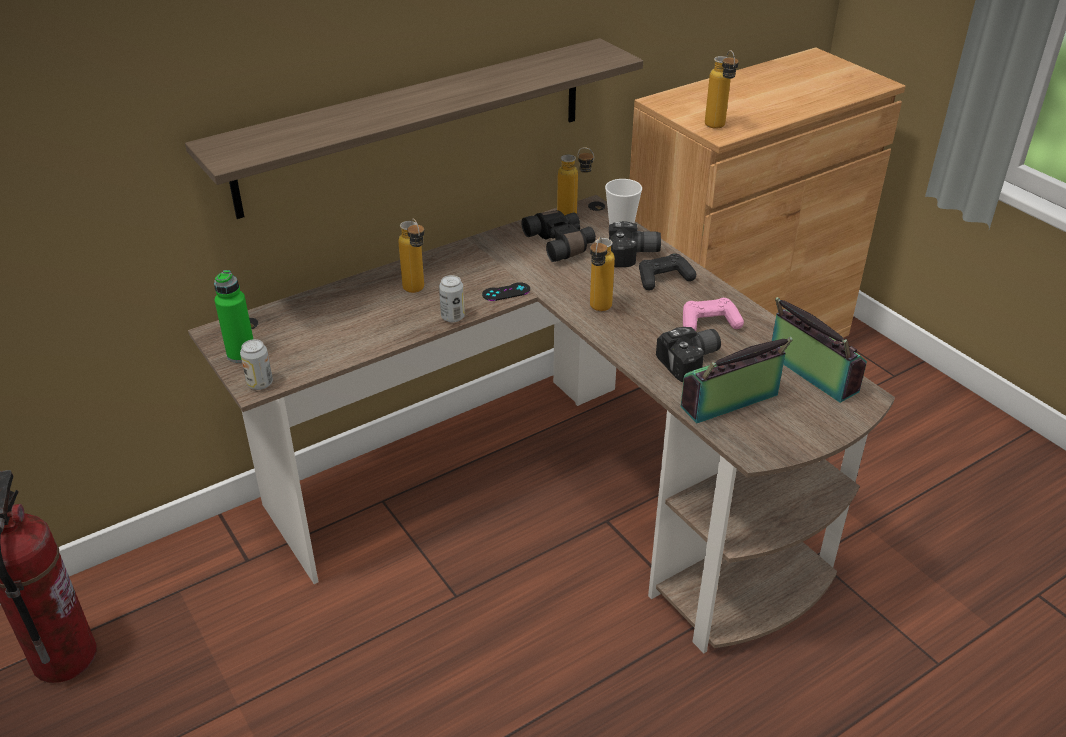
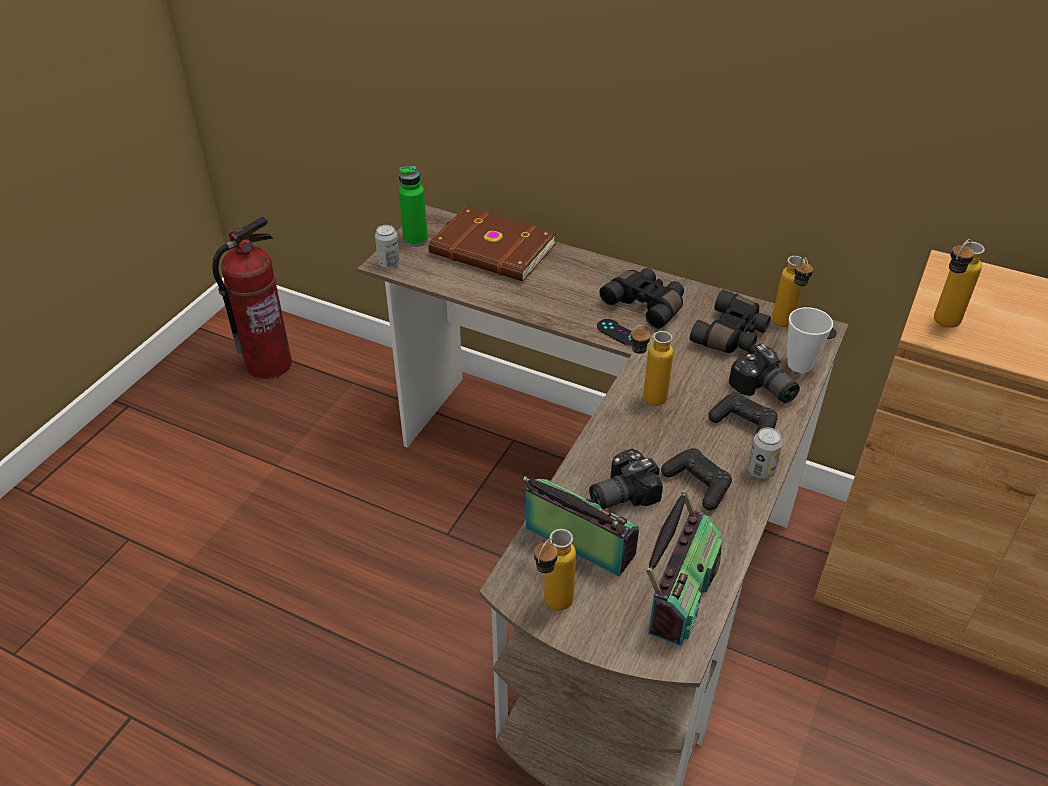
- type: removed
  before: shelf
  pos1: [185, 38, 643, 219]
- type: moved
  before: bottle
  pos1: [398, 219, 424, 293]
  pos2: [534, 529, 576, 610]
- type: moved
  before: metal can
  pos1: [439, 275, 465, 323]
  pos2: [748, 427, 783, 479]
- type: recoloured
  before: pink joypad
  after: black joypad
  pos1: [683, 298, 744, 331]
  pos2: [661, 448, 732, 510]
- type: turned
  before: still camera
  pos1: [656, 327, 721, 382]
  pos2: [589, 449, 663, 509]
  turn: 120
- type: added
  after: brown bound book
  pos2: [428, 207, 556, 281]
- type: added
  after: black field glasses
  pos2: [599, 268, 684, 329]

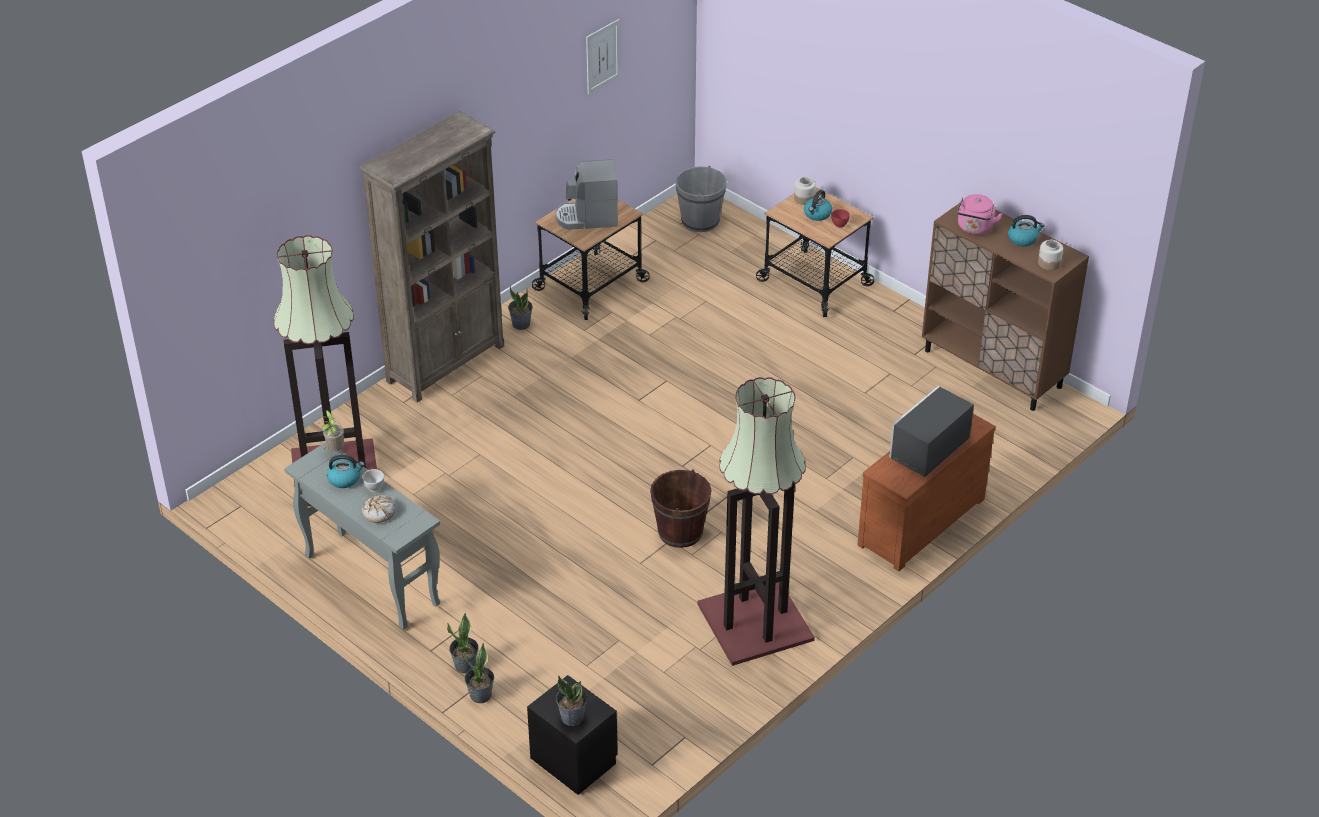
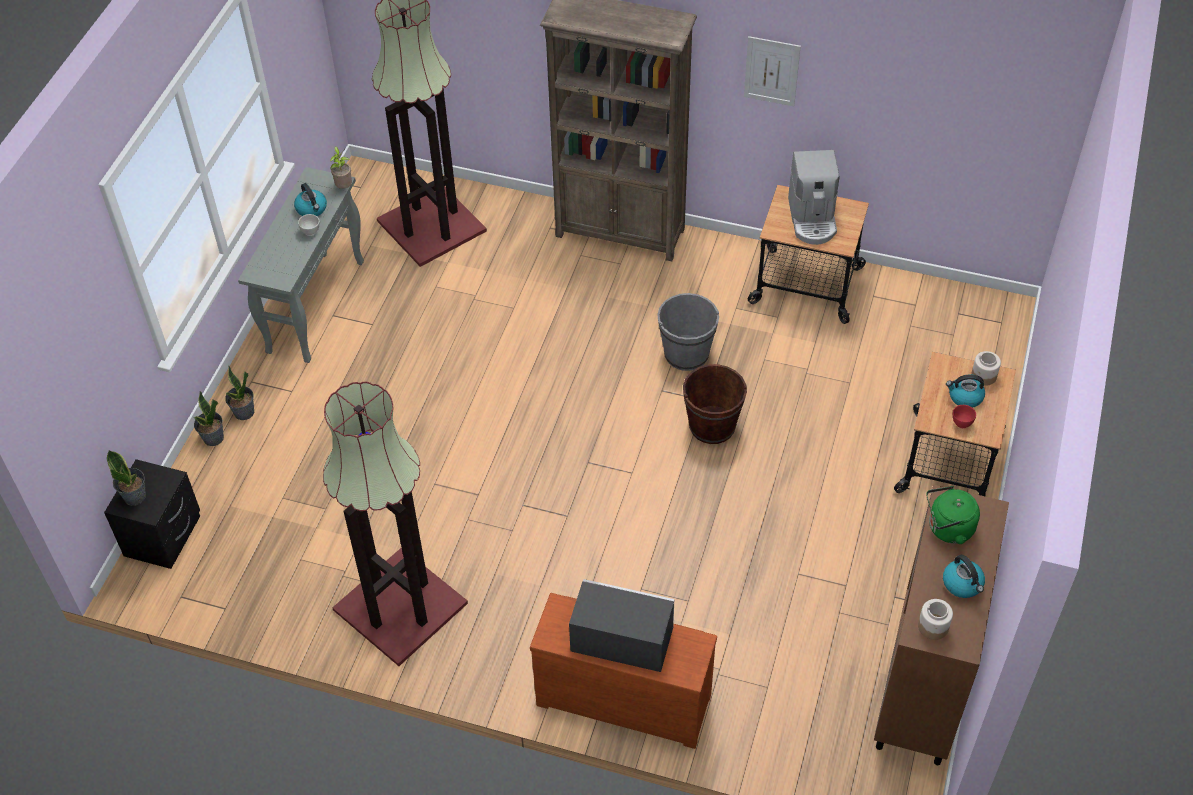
- type: moved
  before: wall picture
  pos1: [586, 19, 620, 94]
  pos2: [744, 36, 801, 106]
- type: turned
  before: coffee maker
  pos1: [555, 159, 618, 230]
  pos2: [788, 150, 839, 245]
  turn: -150
- type: moved
  before: grey water bucket
  pos1: [675, 165, 727, 232]
  pos2: [657, 293, 719, 371]
- type: recoloured
  before: pink tea kettle
  after: green tea kettle
  pos1: [957, 194, 1003, 235]
  pos2: [926, 486, 980, 544]
- type: removed
  before: houseplant
  pos1: [508, 286, 533, 330]
- type: moved
  before: brown water bucket
  pos1: [650, 470, 711, 548]
  pos2: [683, 364, 747, 444]
- type: removed
  before: baked bread
  pos1: [362, 495, 396, 523]

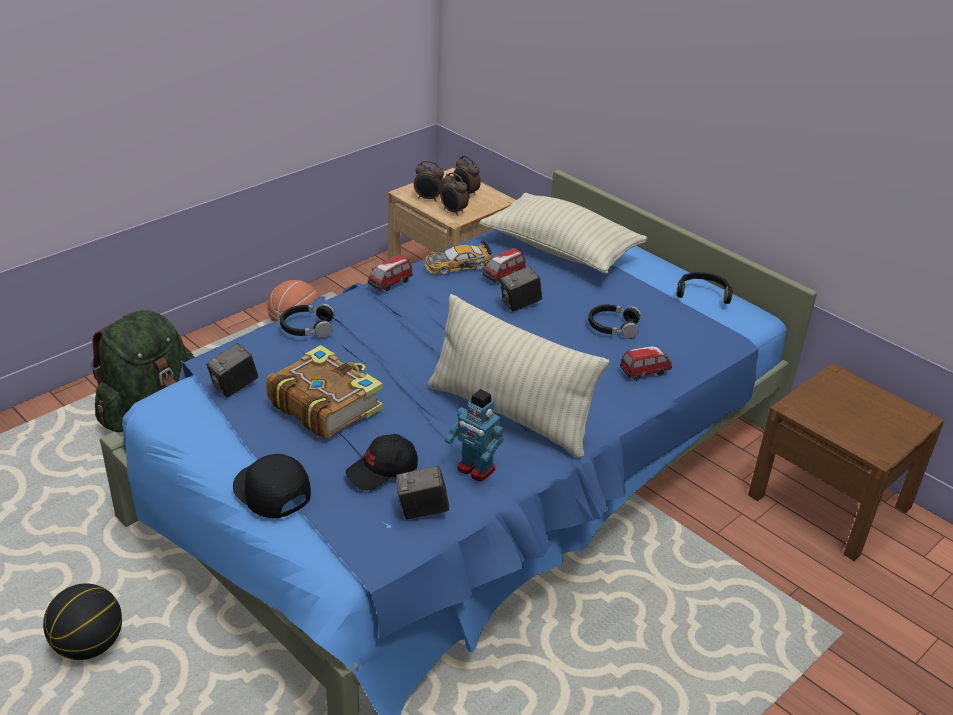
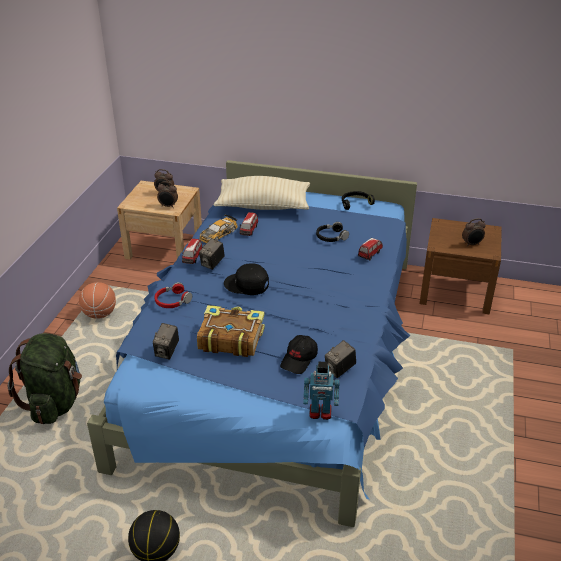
- type: moved
  before: alarm clock
  pos1: [414, 160, 444, 202]
  pos2: [462, 218, 486, 247]
- type: moved
  before: still camera
  pos1: [500, 266, 542, 312]
  pos2: [199, 238, 225, 270]
- type: removed
  before: sand-coloured pillow
  pos1: [428, 294, 609, 458]
- type: recoloured
  before: black headset
  after: red-coloured headset
  pos1: [280, 304, 335, 338]
  pos2: [154, 282, 192, 308]
- type: moved
  before: model robot
  pos1: [445, 389, 504, 481]
  pos2: [303, 362, 340, 420]
- type: moved
  before: black cap
  pos1: [233, 454, 311, 518]
  pos2: [224, 263, 269, 295]

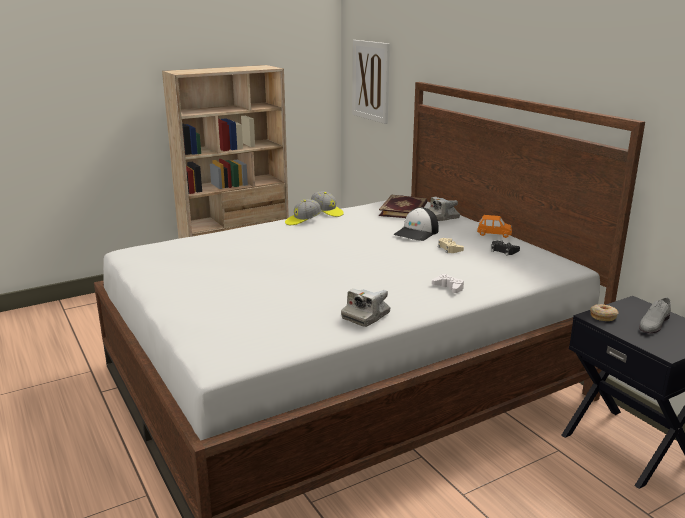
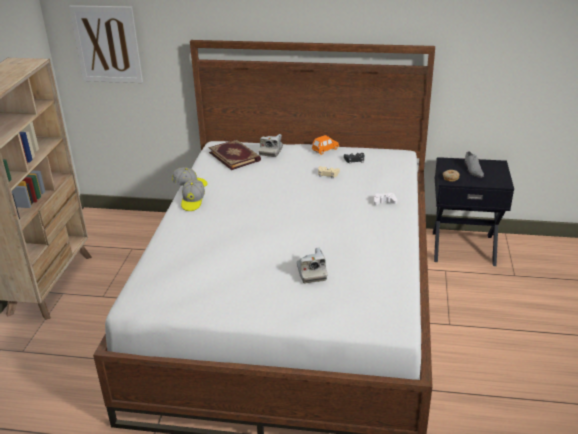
- type: removed
  before: cap
  pos1: [394, 207, 439, 241]
- type: moved
  before: still camera
  pos1: [341, 289, 391, 327]
  pos2: [297, 248, 327, 283]

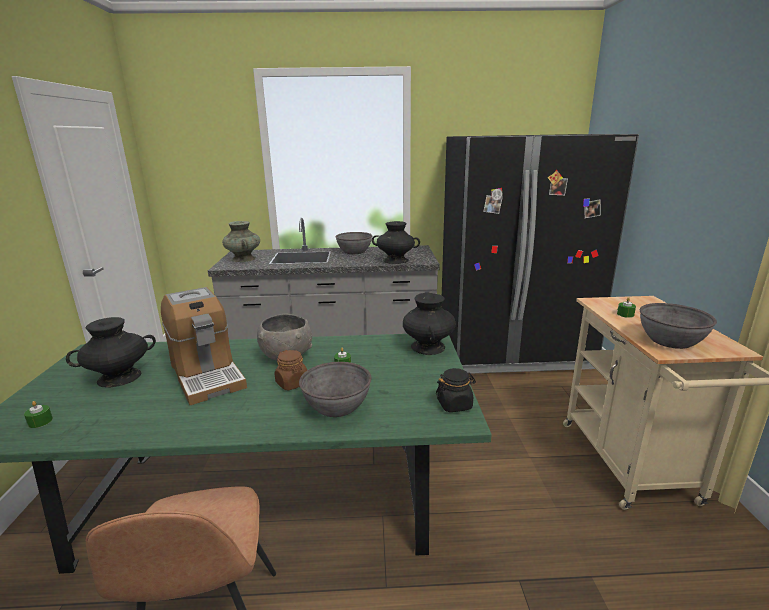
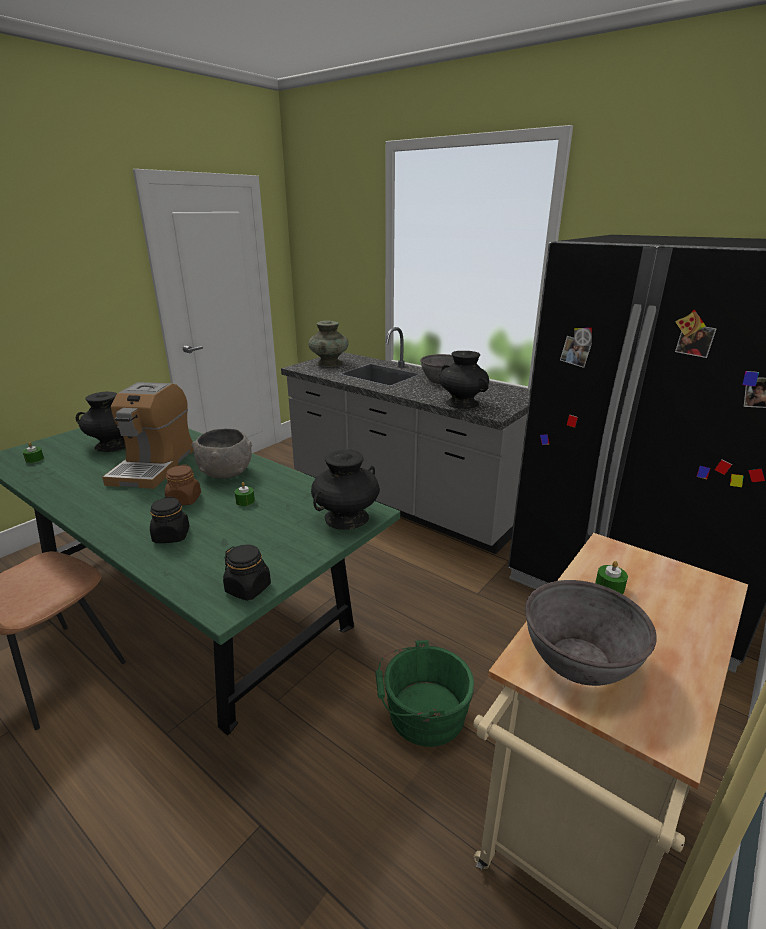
- type: replaced
  before: grey bowl
  after: black jar
  pos1: [299, 362, 371, 417]
  pos2: [150, 497, 190, 543]
- type: added
  after: green water bucket
  pos2: [375, 640, 474, 747]

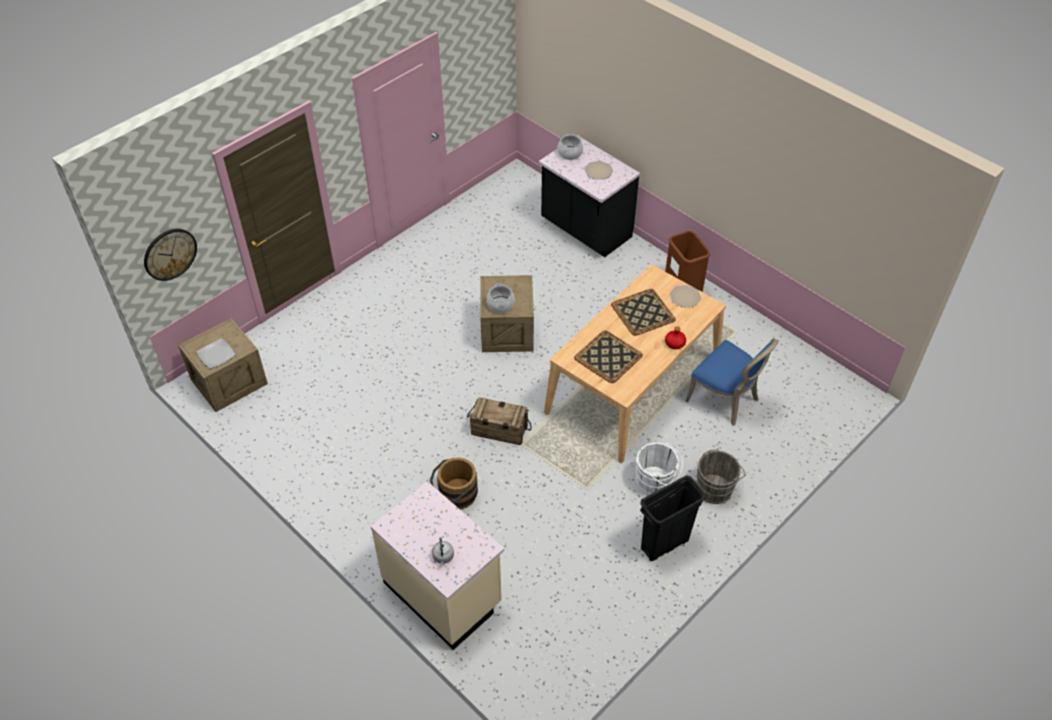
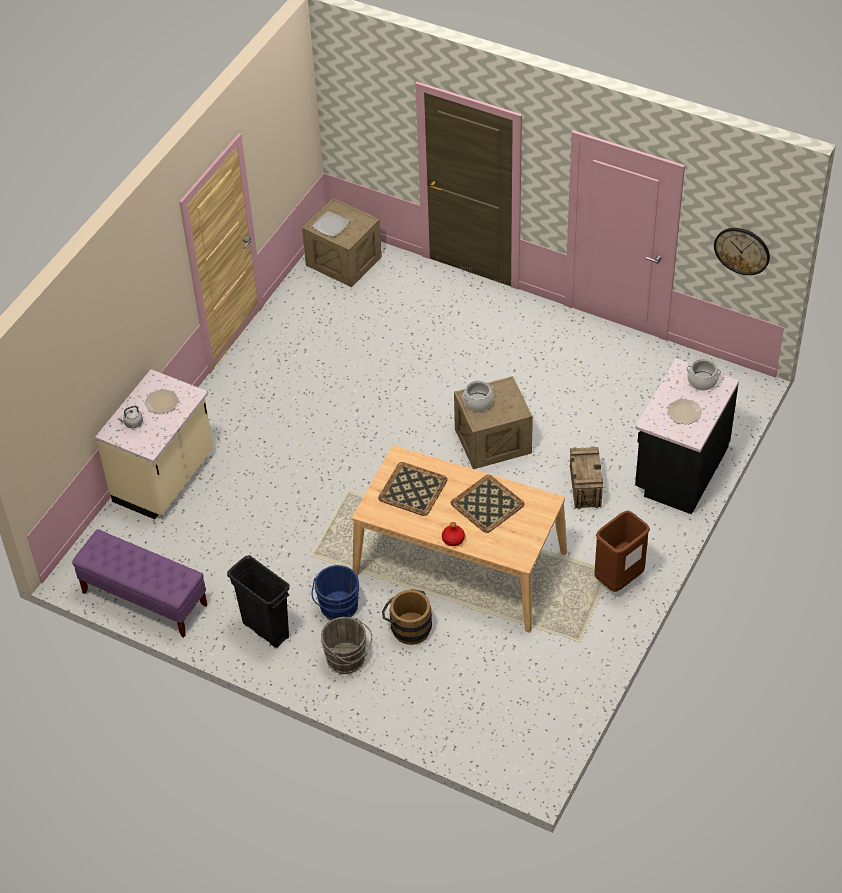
- type: moved
  before: hanging clock
  pos1: [144, 229, 197, 281]
  pos2: [714, 228, 770, 275]
- type: moved
  before: dinner plate
  pos1: [670, 285, 701, 308]
  pos2: [144, 389, 179, 415]
- type: removed
  before: blue plain chair
  pos1: [685, 338, 779, 426]
- type: moved
  before: shipping crate
  pos1: [467, 397, 531, 445]
  pos2: [570, 447, 603, 509]
- type: recoloured
  before: white water bucket
  after: blue water bucket
  pos1: [636, 443, 683, 495]
  pos2: [311, 565, 359, 620]
- type: moved
  before: brown water bucket
  pos1: [430, 458, 478, 509]
  pos2: [382, 589, 432, 645]
- type: added
  after: purple-coloured long seat
  pos2: [72, 529, 207, 637]

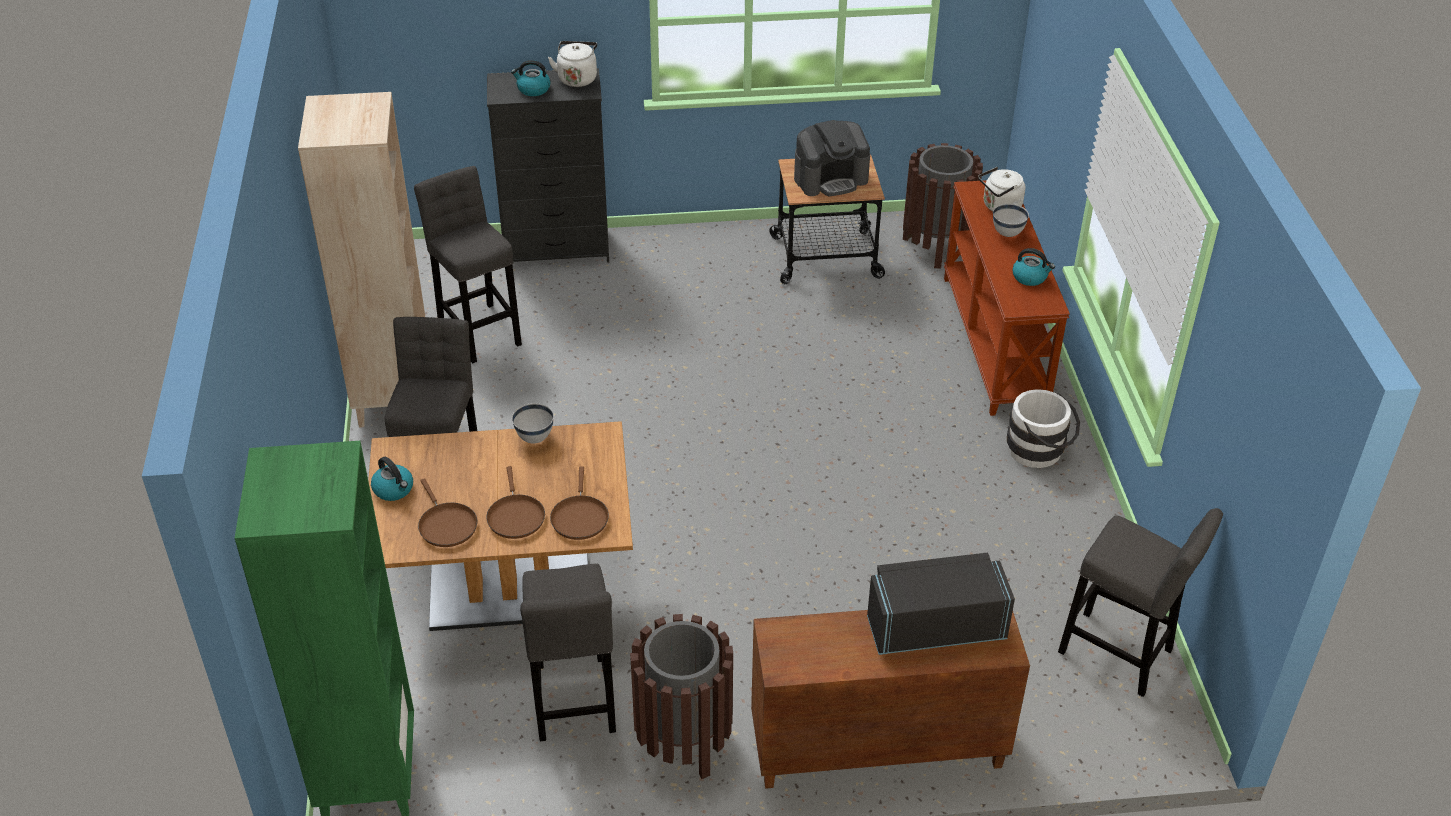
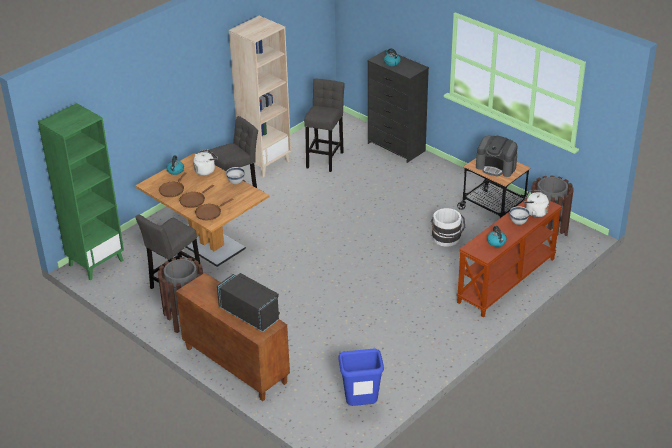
- type: moved
  before: white tea kettle
  pos1: [548, 41, 597, 87]
  pos2: [193, 150, 218, 176]
- type: moved
  before: white water bucket
  pos1: [1007, 389, 1080, 468]
  pos2: [431, 208, 465, 247]
- type: replaced
  before: grey stool seat
  after: blue waste bin
  pos1: [1058, 508, 1223, 697]
  pos2: [338, 349, 384, 406]

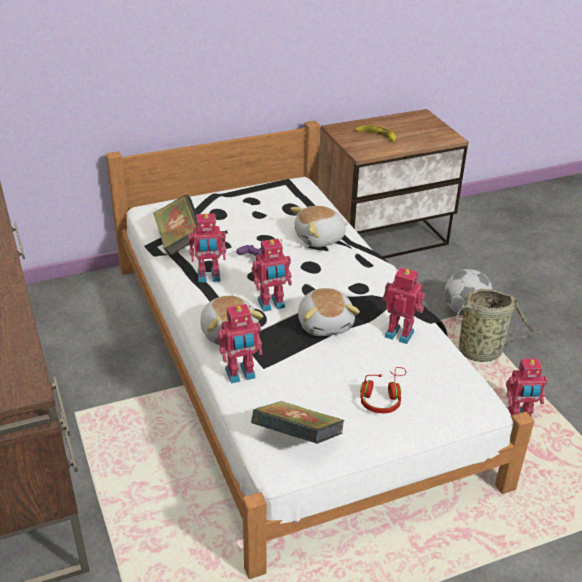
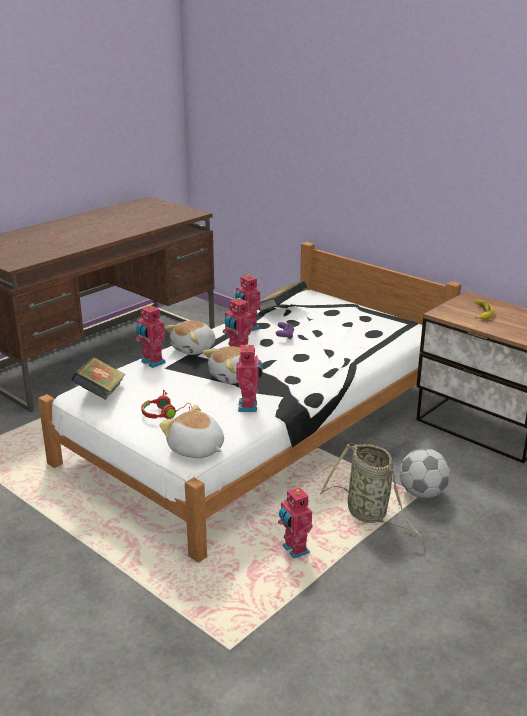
- type: moved
  before: soft toy
  pos1: [290, 206, 349, 247]
  pos2: [159, 405, 224, 458]

